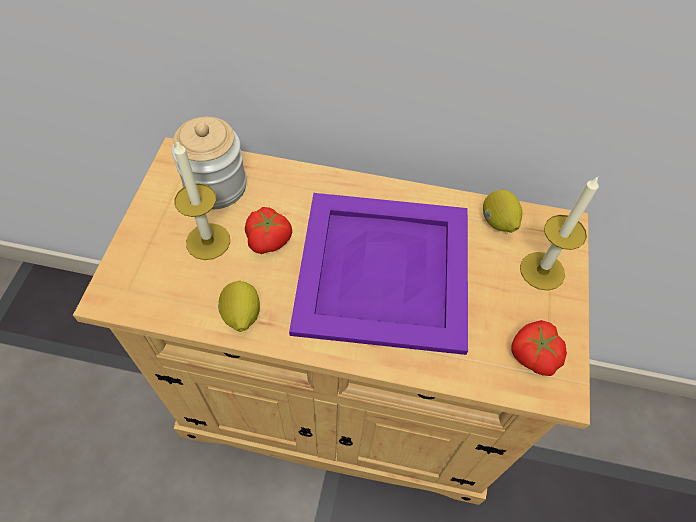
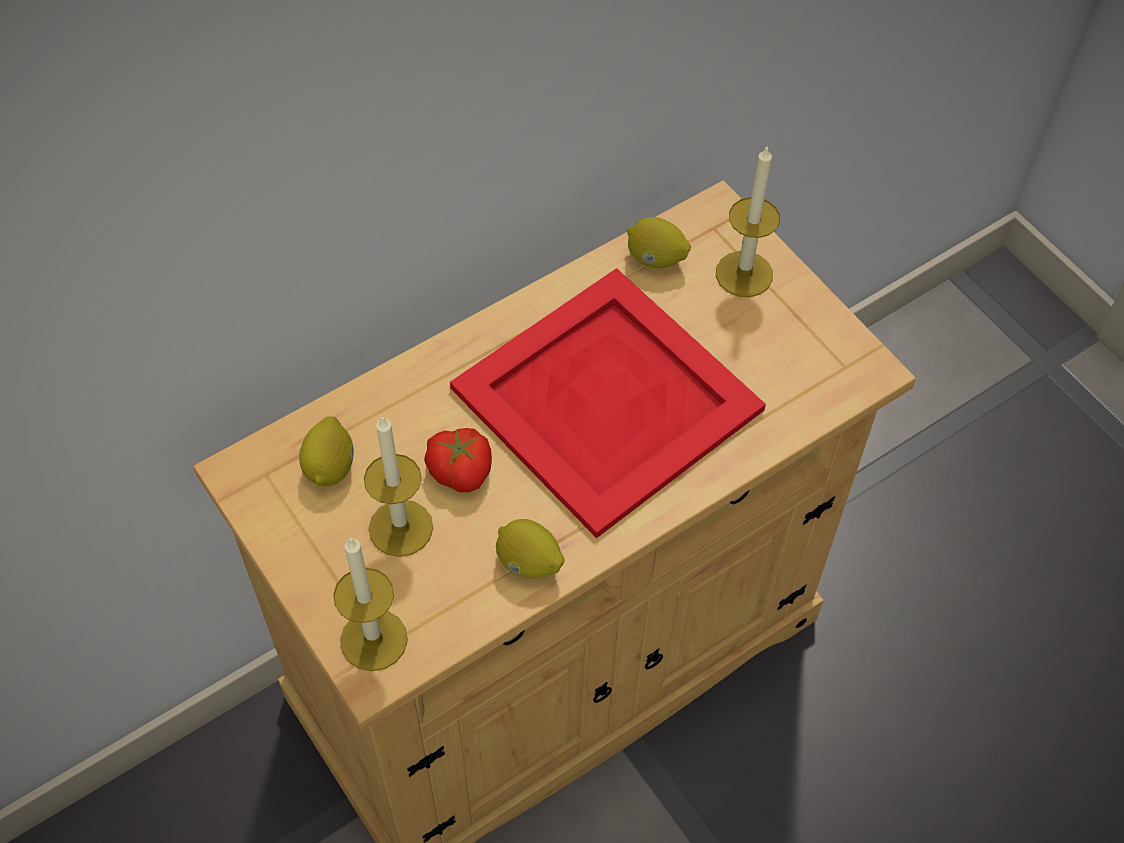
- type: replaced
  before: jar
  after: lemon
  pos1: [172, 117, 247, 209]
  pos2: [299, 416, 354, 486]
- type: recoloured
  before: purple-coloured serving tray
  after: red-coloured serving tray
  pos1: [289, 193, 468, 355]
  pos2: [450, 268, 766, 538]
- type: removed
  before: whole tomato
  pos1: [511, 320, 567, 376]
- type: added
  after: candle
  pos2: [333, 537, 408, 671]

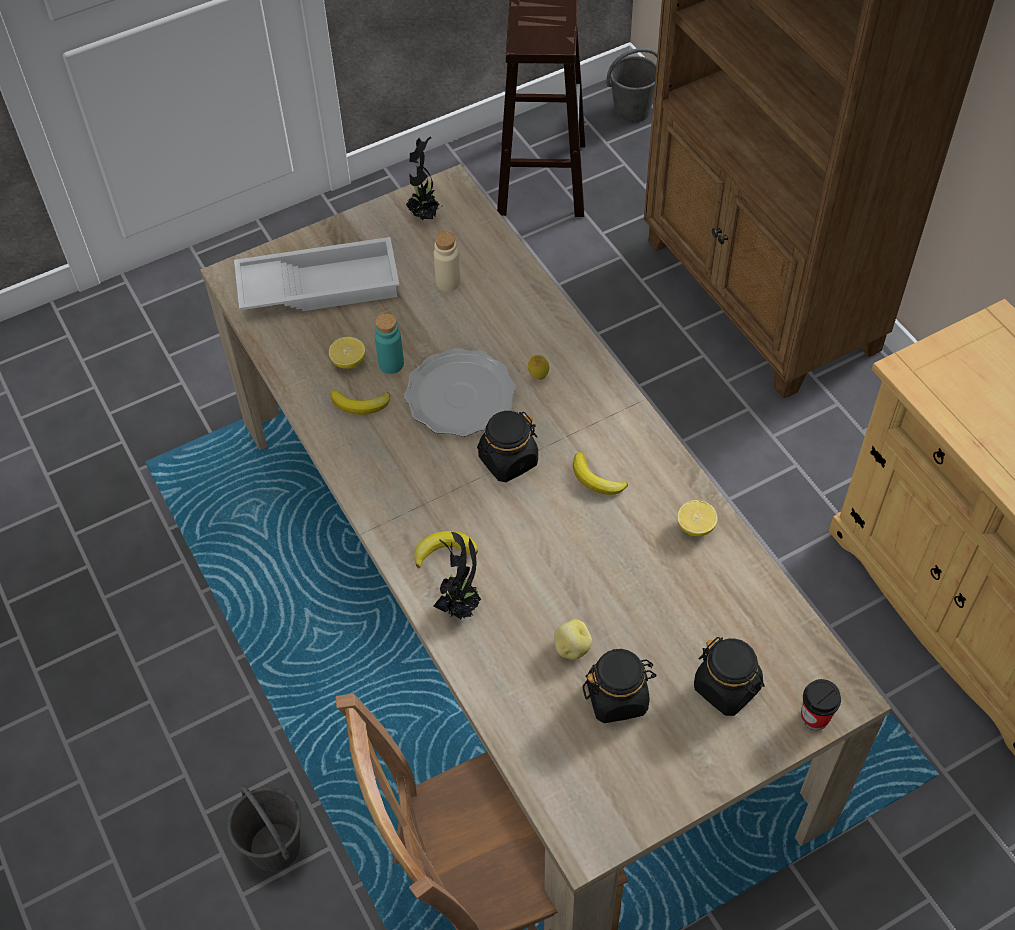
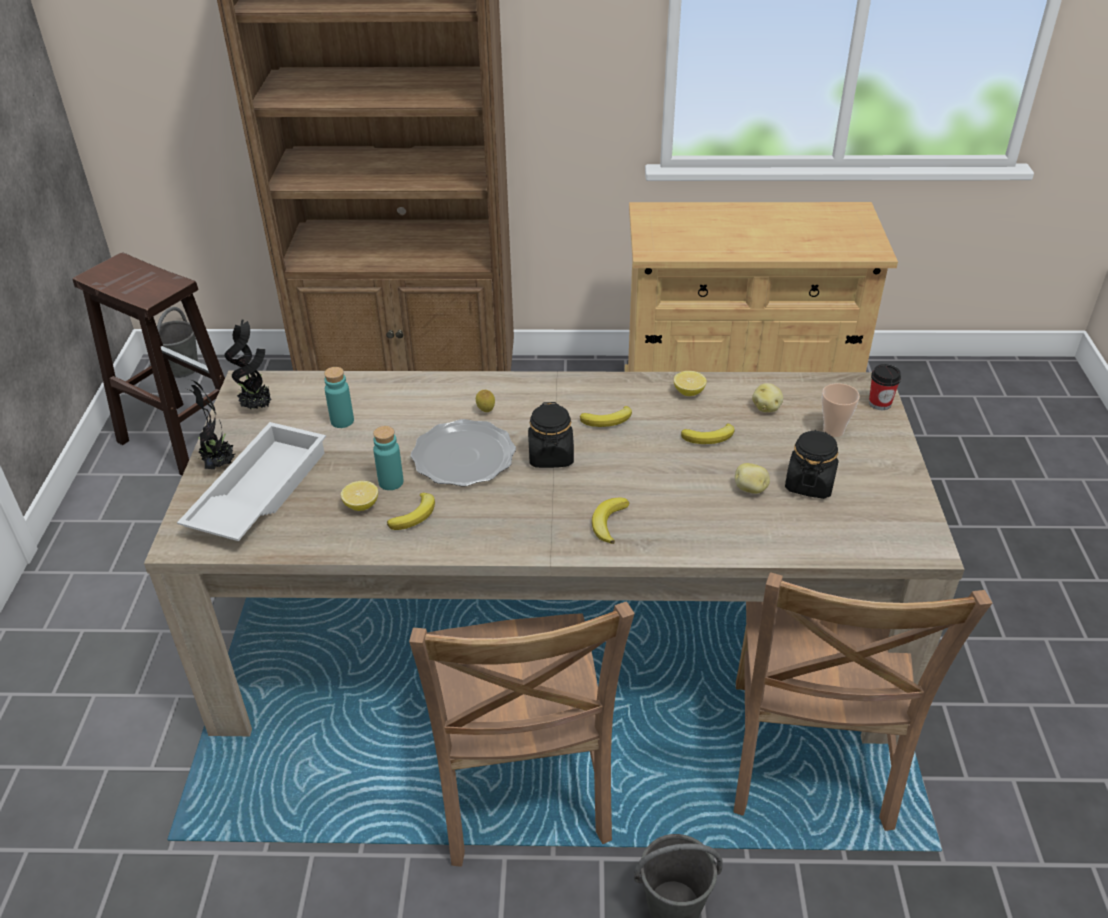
- type: recoloured
  before: sand-coloured bottle
  after: blue-green bottle
  pos1: [434, 232, 460, 292]
  pos2: [324, 367, 354, 428]
- type: moved
  before: houseplant
  pos1: [434, 532, 482, 619]
  pos2: [188, 379, 235, 469]
- type: replaced
  before: black jar
  after: cup
  pos1: [694, 637, 764, 716]
  pos2: [822, 383, 860, 437]
- type: added
  after: potato
  pos2: [752, 383, 783, 413]
- type: added
  after: banana
  pos2: [681, 423, 735, 444]
- type: added
  after: brown plain chair
  pos2: [409, 601, 635, 867]

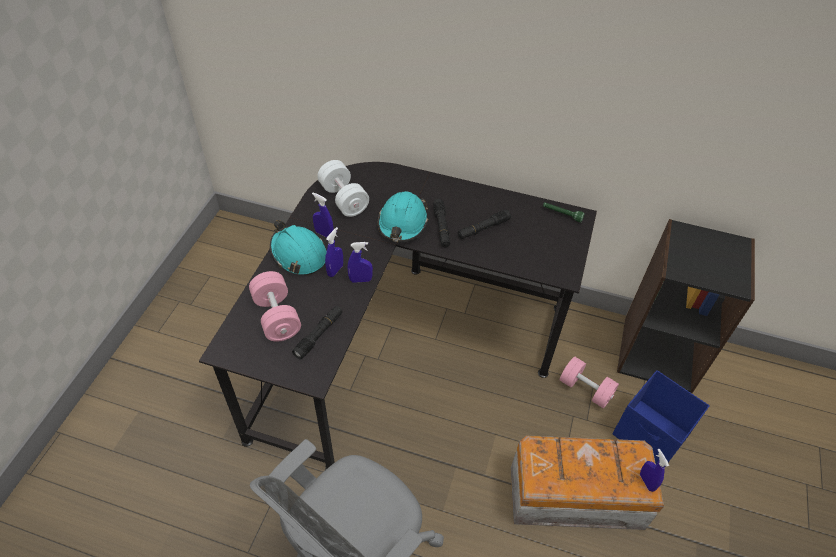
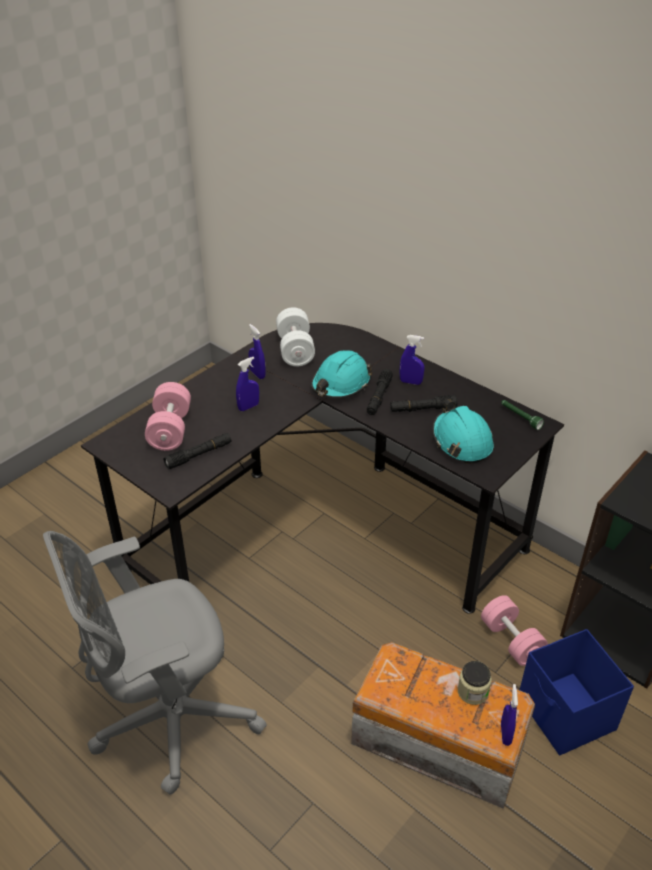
- type: moved
  before: blue-green safety helmet
  pos1: [270, 220, 327, 275]
  pos2: [432, 399, 494, 464]
- type: moved
  before: blue spray bottle
  pos1: [348, 242, 373, 283]
  pos2: [400, 335, 425, 385]
- type: added
  after: jar
  pos2: [458, 661, 492, 705]

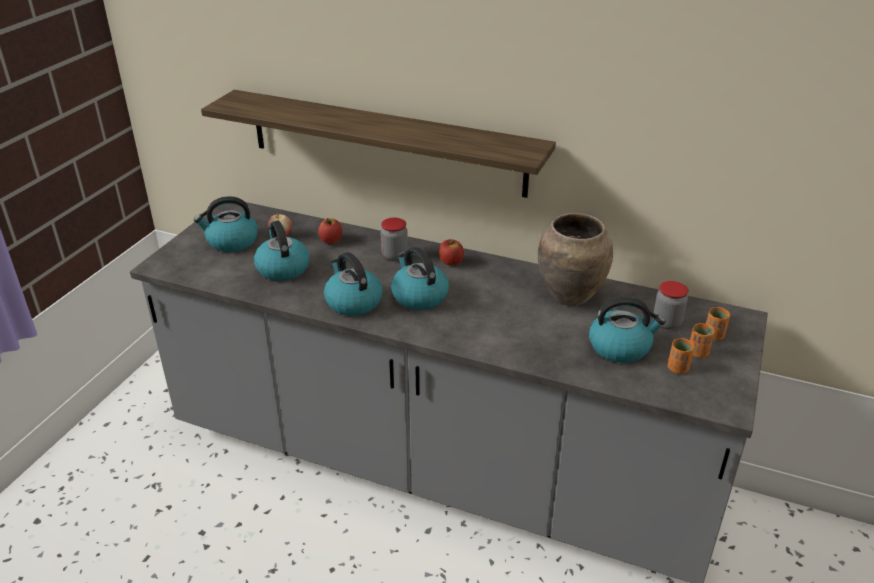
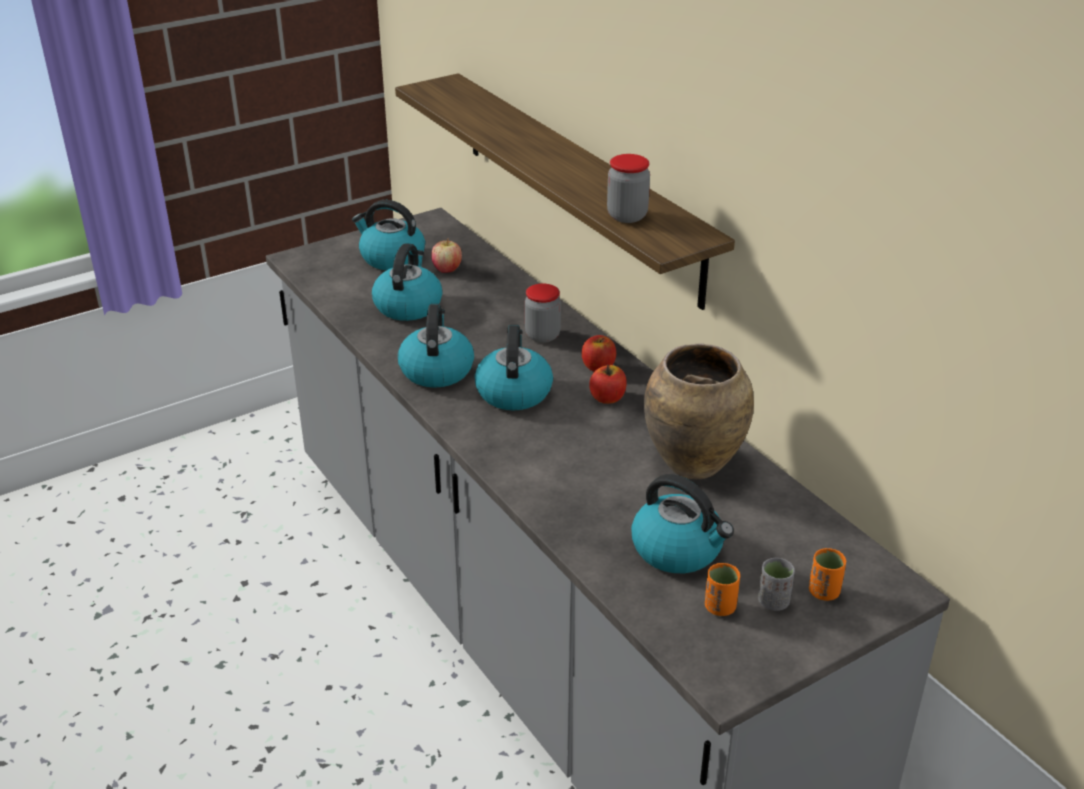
- type: moved
  before: apple fruit
  pos1: [318, 218, 342, 244]
  pos2: [589, 364, 627, 404]
- type: moved
  before: jar
  pos1: [653, 281, 688, 330]
  pos2: [607, 154, 650, 223]
- type: recoloured
  before: orange-coloured cup
  after: grey cup
  pos1: [690, 323, 715, 358]
  pos2: [758, 558, 795, 611]

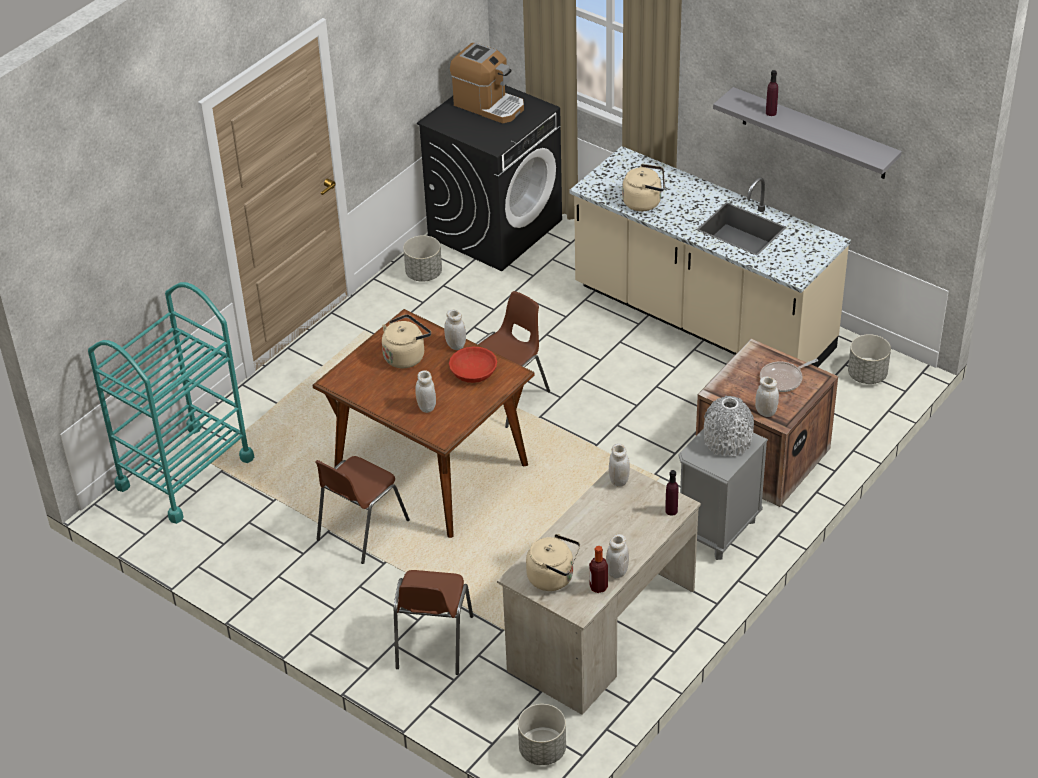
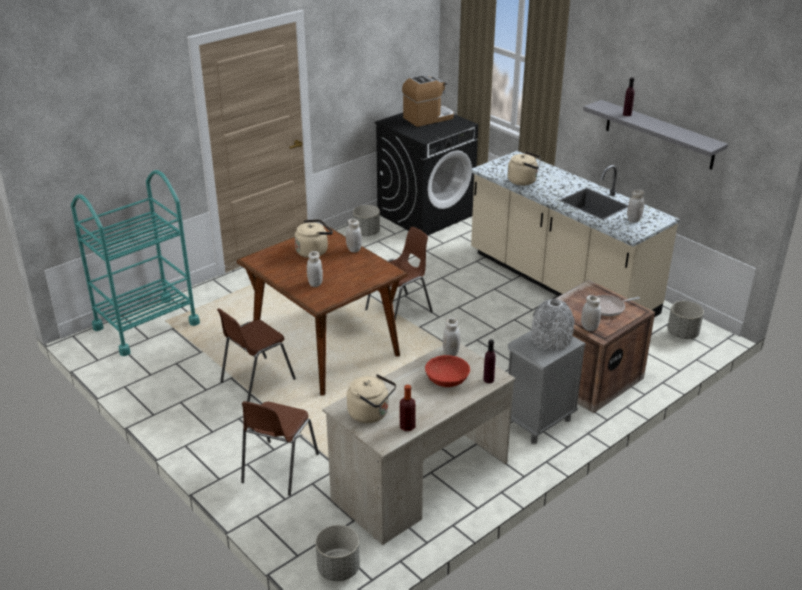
- type: turned
  before: coffee maker
  pos1: [450, 43, 524, 123]
  pos2: [402, 75, 454, 127]
  turn: -75
- type: moved
  before: red-coloured bowl
  pos1: [449, 347, 497, 383]
  pos2: [425, 355, 470, 387]
- type: moved
  before: white jar
  pos1: [606, 534, 629, 578]
  pos2: [627, 189, 644, 223]

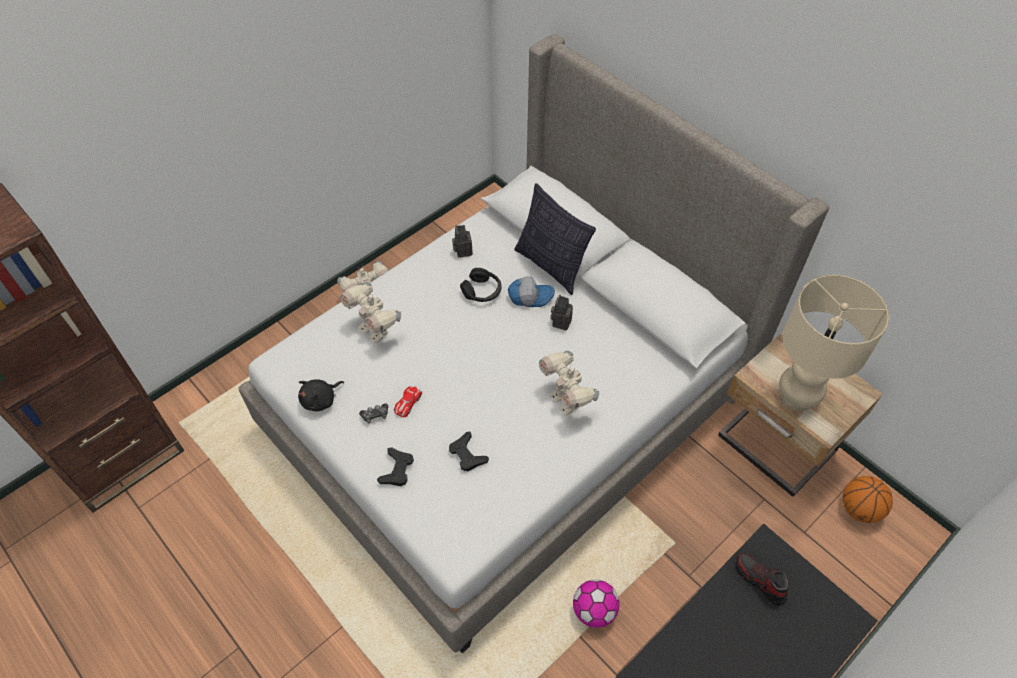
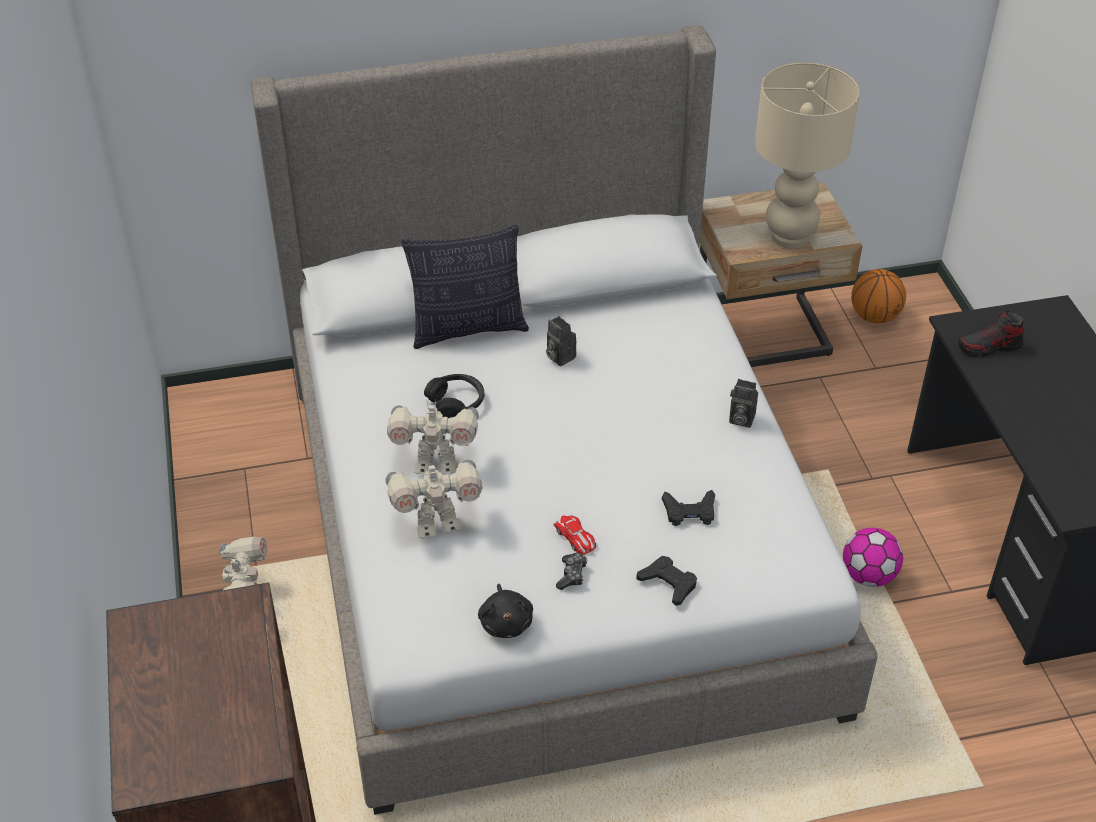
- type: moved
  before: still camera
  pos1: [452, 225, 473, 258]
  pos2: [729, 379, 758, 428]
- type: removed
  before: cap
  pos1: [508, 276, 555, 307]
- type: moved
  before: model robot
  pos1: [539, 350, 600, 415]
  pos2: [387, 400, 479, 474]

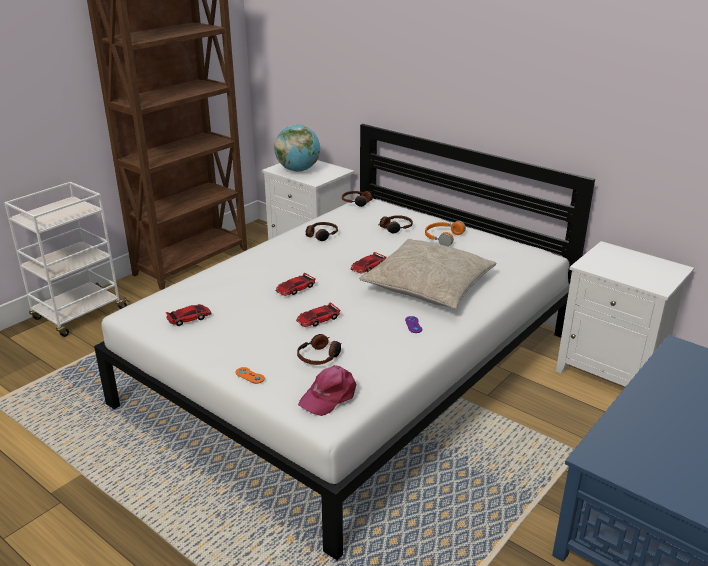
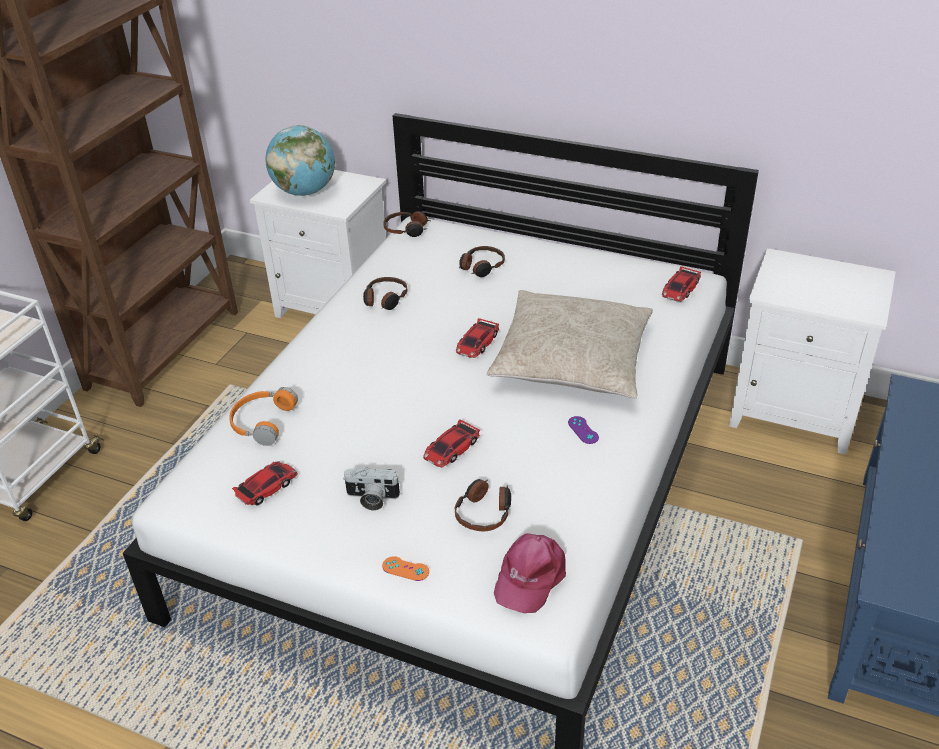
- type: moved
  before: orange-coloured headset
  pos1: [425, 221, 466, 247]
  pos2: [229, 387, 298, 446]
- type: moved
  before: miniature car
  pos1: [275, 273, 315, 296]
  pos2: [662, 266, 701, 301]
- type: added
  after: still camera
  pos2: [343, 468, 401, 511]

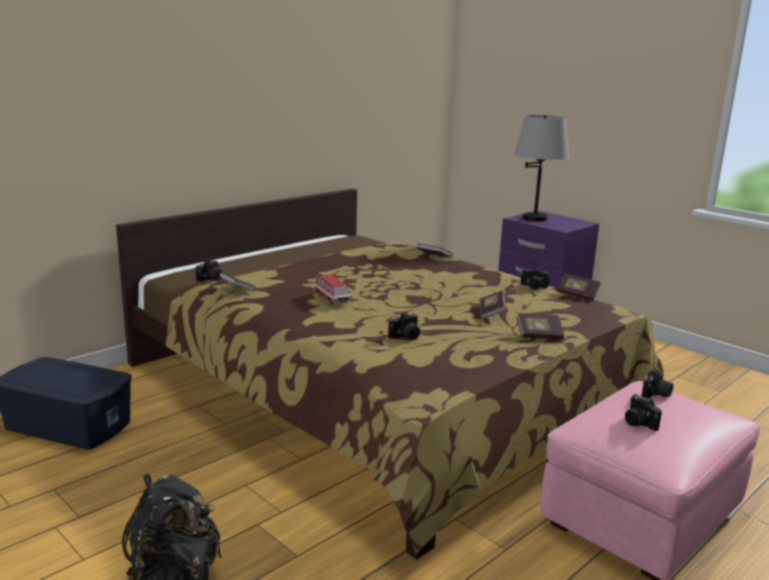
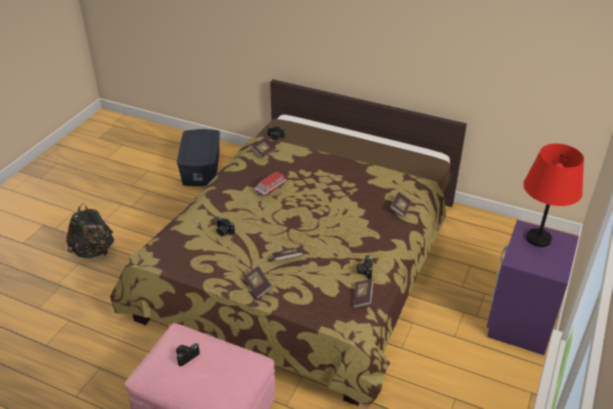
- type: recoloured
  before: grey lamp for a table
  after: red-coloured lamp for a table
  pos1: [514, 115, 569, 221]
  pos2: [523, 144, 584, 247]
- type: removed
  before: still camera
  pos1: [642, 369, 673, 399]

